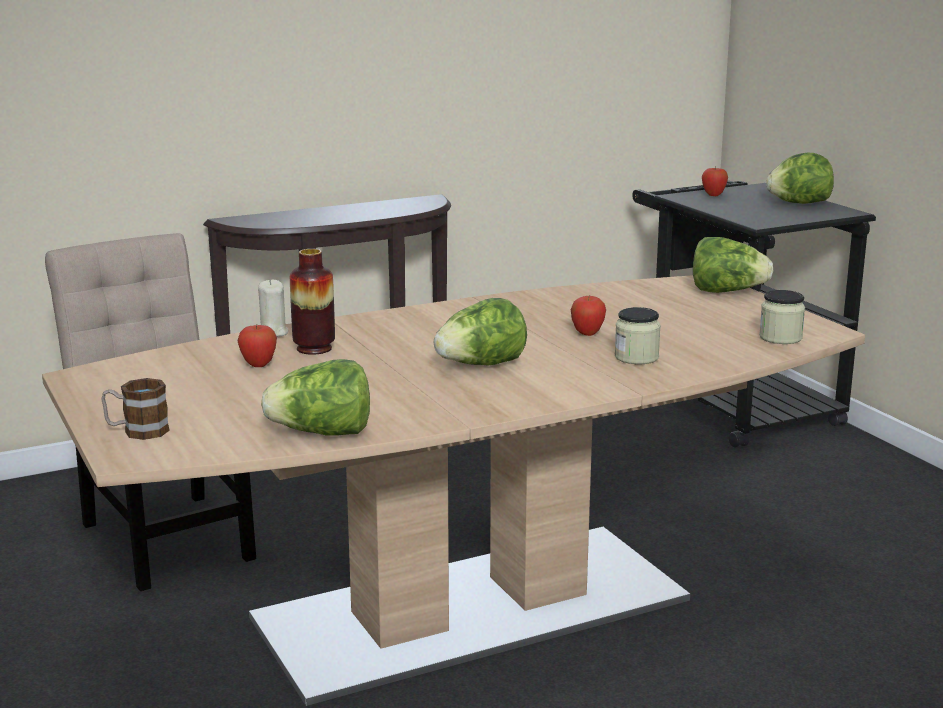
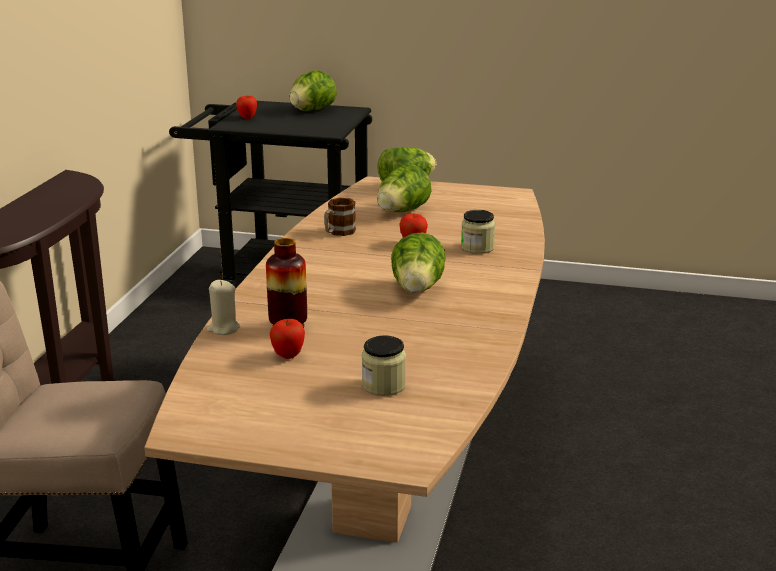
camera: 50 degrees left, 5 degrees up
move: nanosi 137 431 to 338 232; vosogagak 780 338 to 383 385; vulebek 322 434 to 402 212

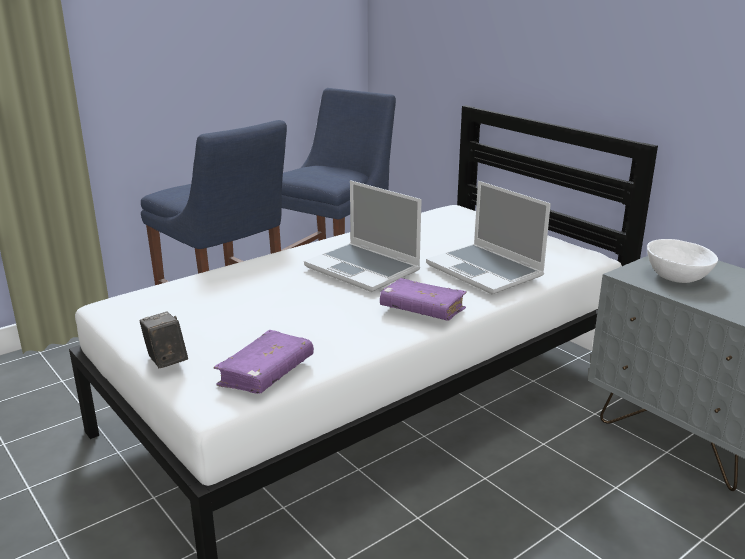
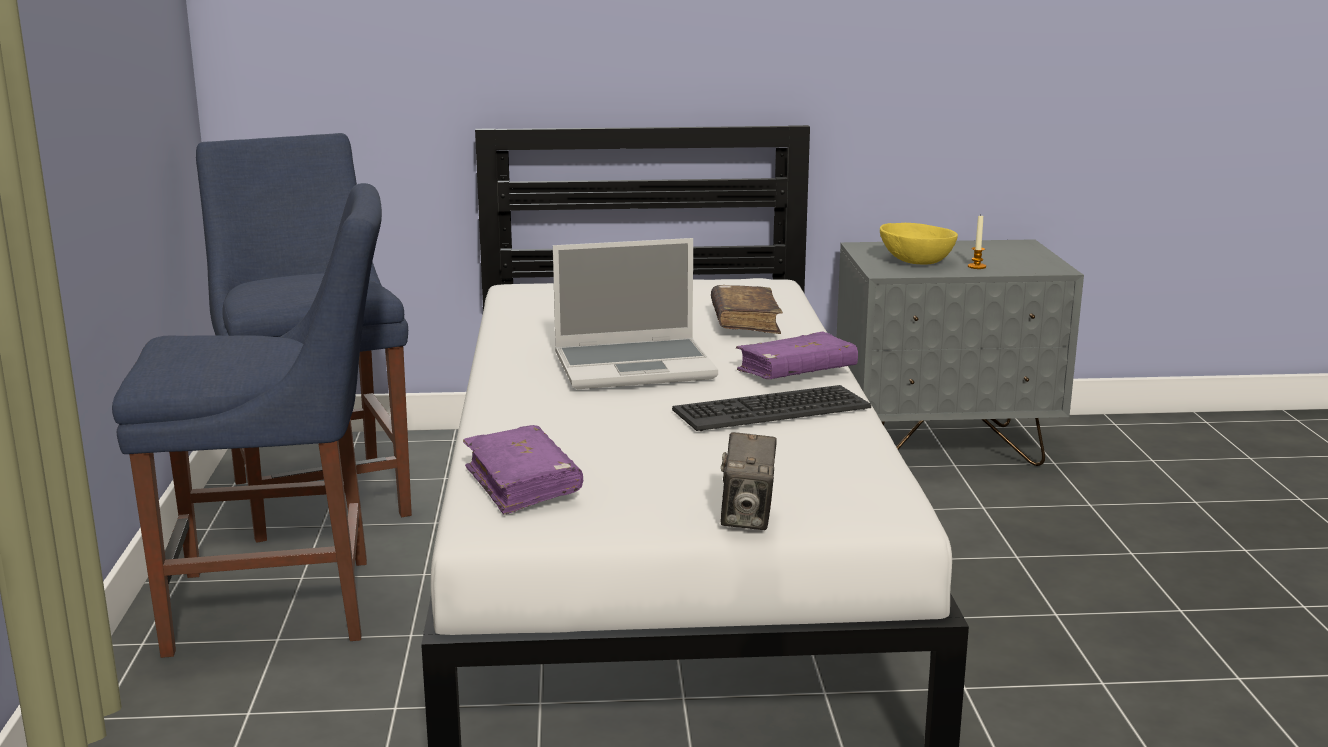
camera: 55 degrees left, 5 degrees down
insert: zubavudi 770 409; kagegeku 976 266
move: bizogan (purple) 266 373 to 522 484
replace: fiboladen 486 271 to bizogan (brown) 745 322
recolor: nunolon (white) 676 277 to nunolon (yellow) 916 261
rotate: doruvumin 166 361 = 747 517 90 degrees counterclockwise

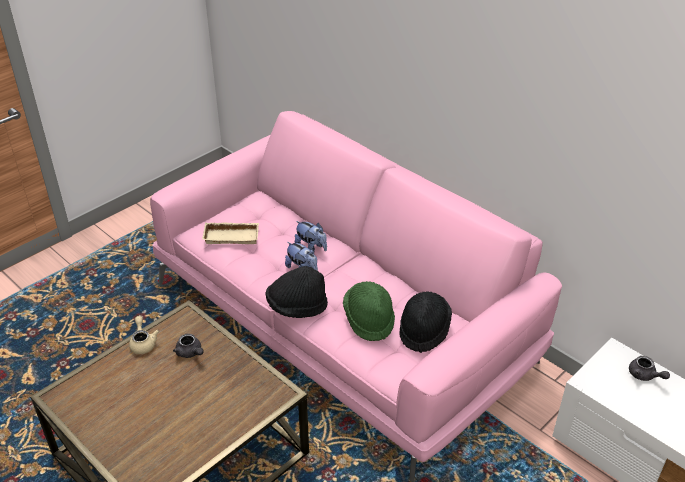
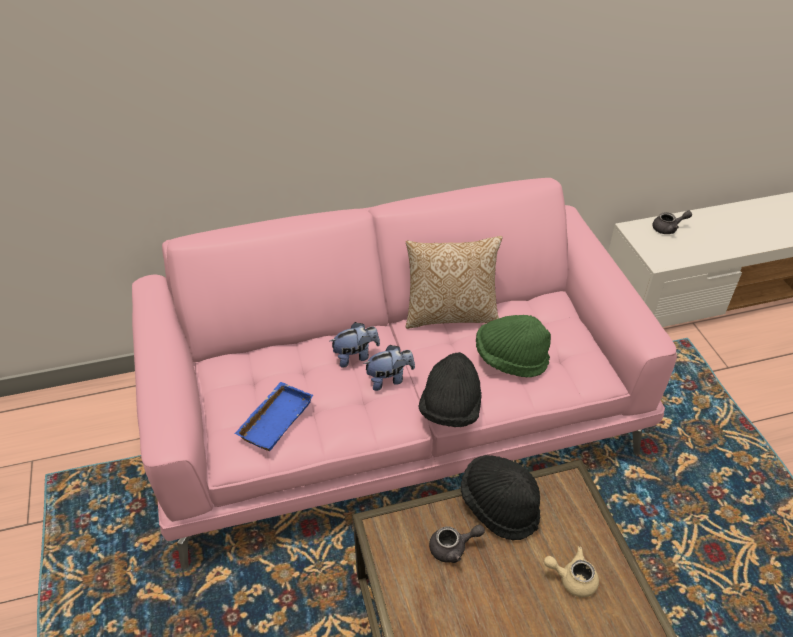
camera: 60 degrees left, 5 degrees up
insert: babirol 450 315
move: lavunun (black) 424 330 to 499 506; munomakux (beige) 143 343 to 572 578
recolor: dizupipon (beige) 232 235 to dizupipon (blue) 274 419

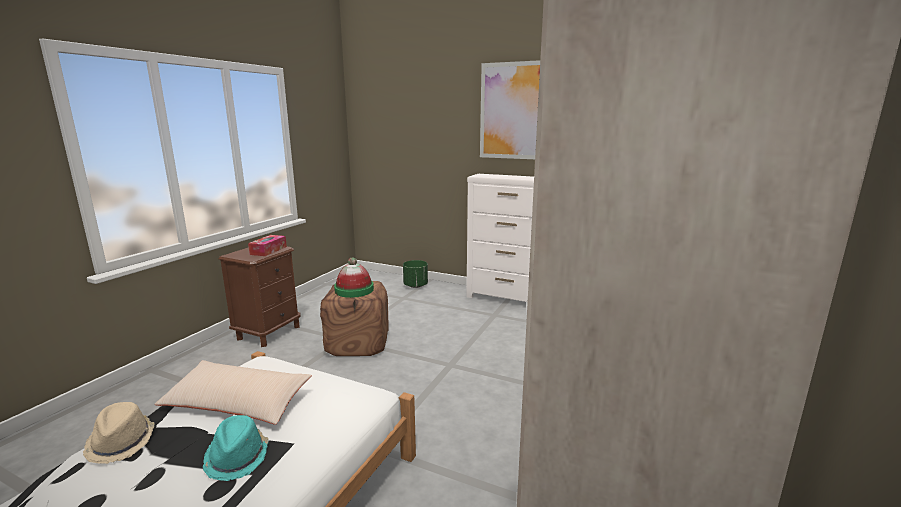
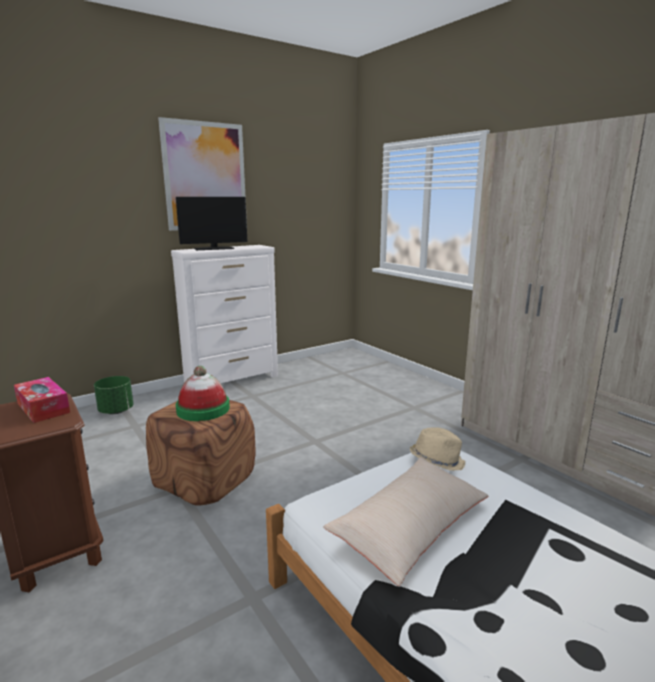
camera: 60 degrees left, 0 degrees up
delete: lavunun (turquoise) 238 457
insert: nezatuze 214 248
move: lavunun (beige) 122 442 to 436 460

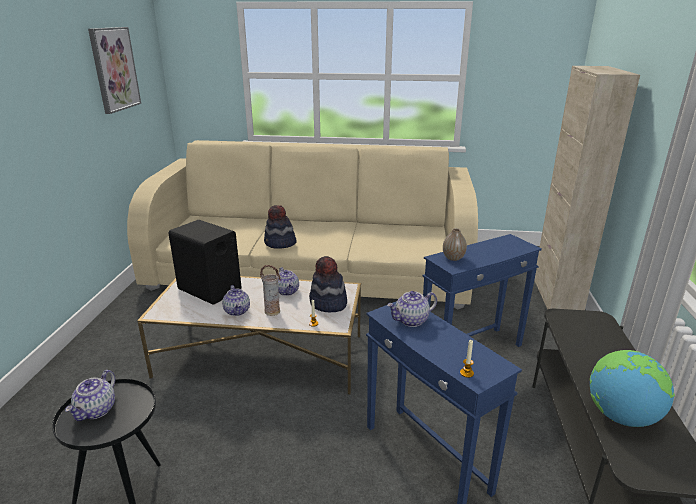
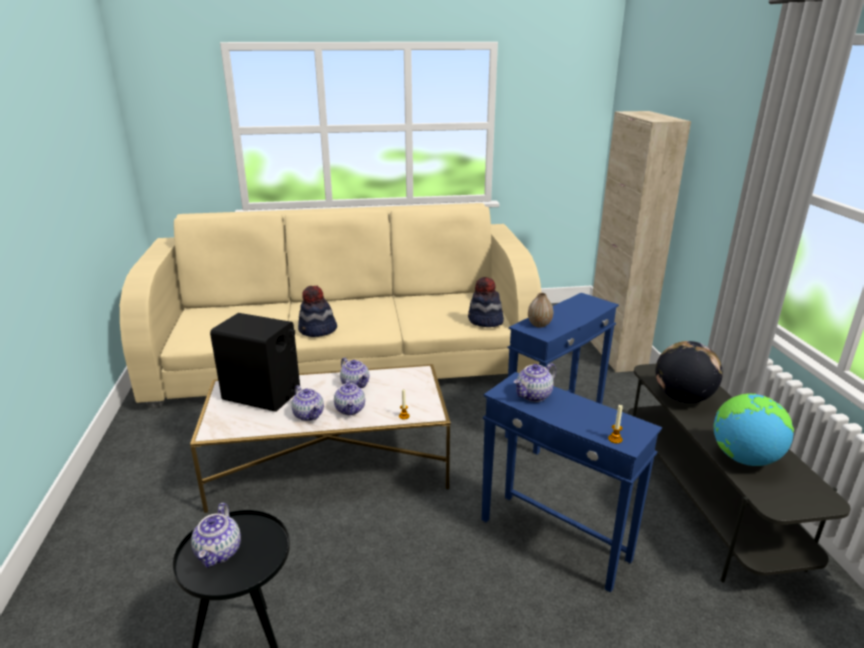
camera: 15 degrees left, 0 degrees up
delete: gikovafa 114 69
insert: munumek 682 398
move: lavunun 328 303 to 485 321
replace: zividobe 272 311 to munomakux 350 409

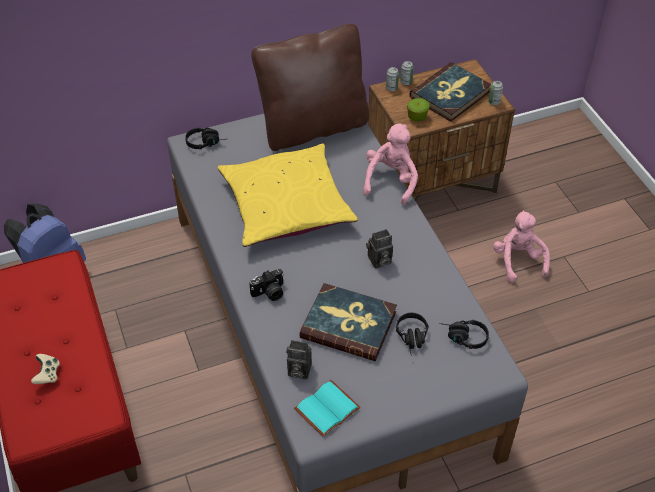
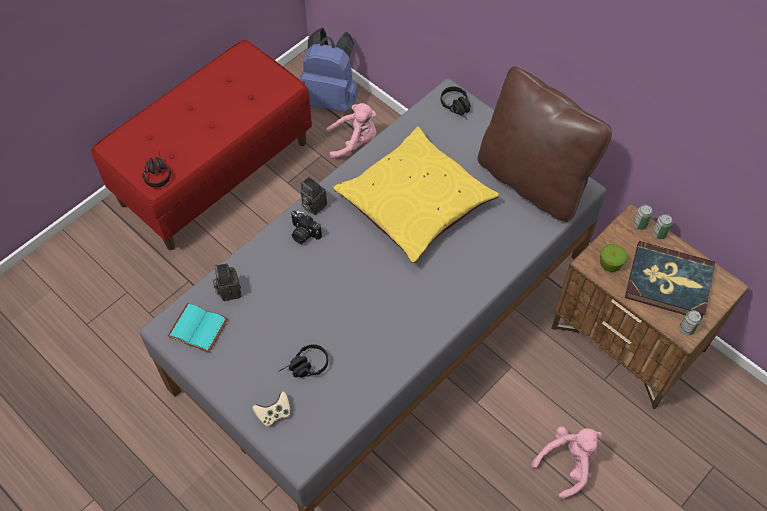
camera: 65 degrees right, 10 degrees up
delete: bizogan 348 324
move: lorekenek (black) 462 337 to 157 172; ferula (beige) 47 375 to 274 413; doruvumin 379 261 to 312 205; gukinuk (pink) 391 181 to 354 142

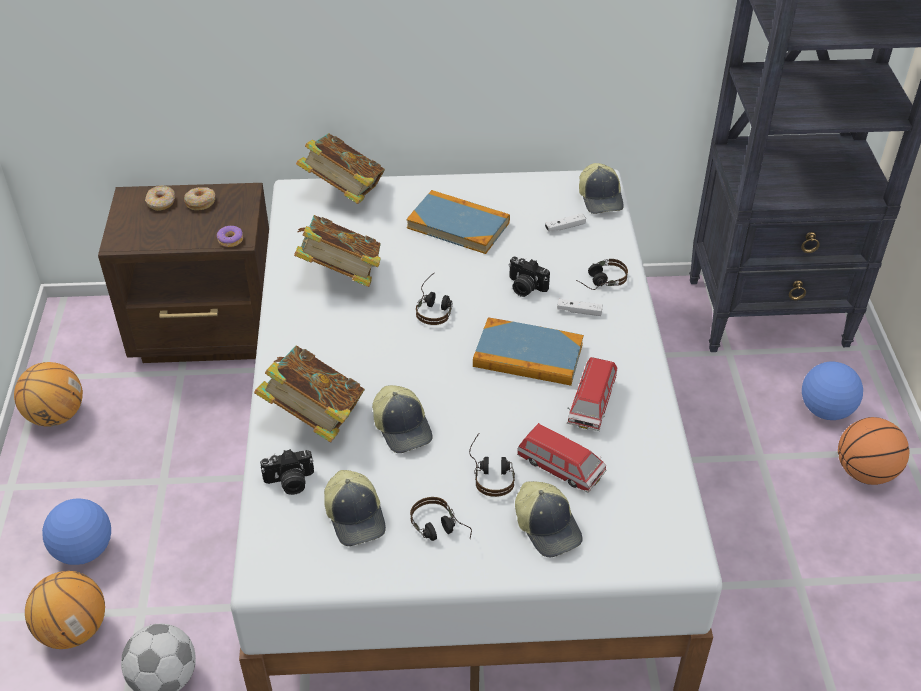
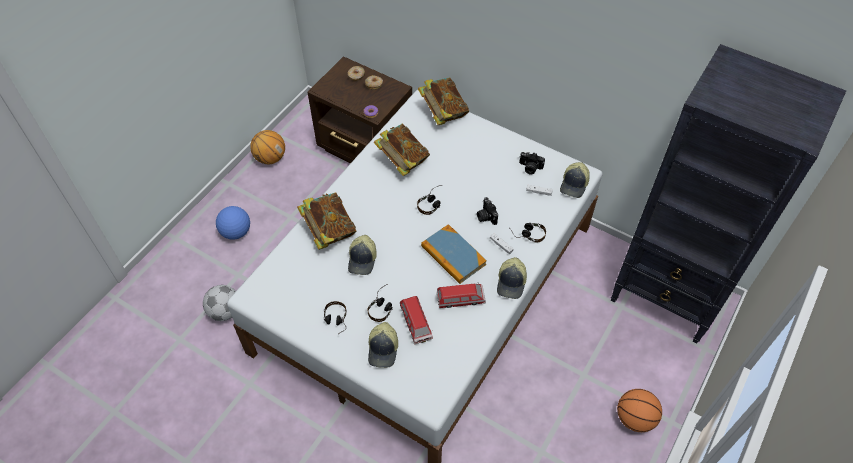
camera: 35 degrees right, 10 degrees up
delete: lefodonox 73 630; bizogan 458 225; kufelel 825 410
move: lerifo 356 516 to 511 282; doruvumin 290 482 to 530 168
rotate: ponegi 591 404 = 460 299 150 degrees counterclockwise

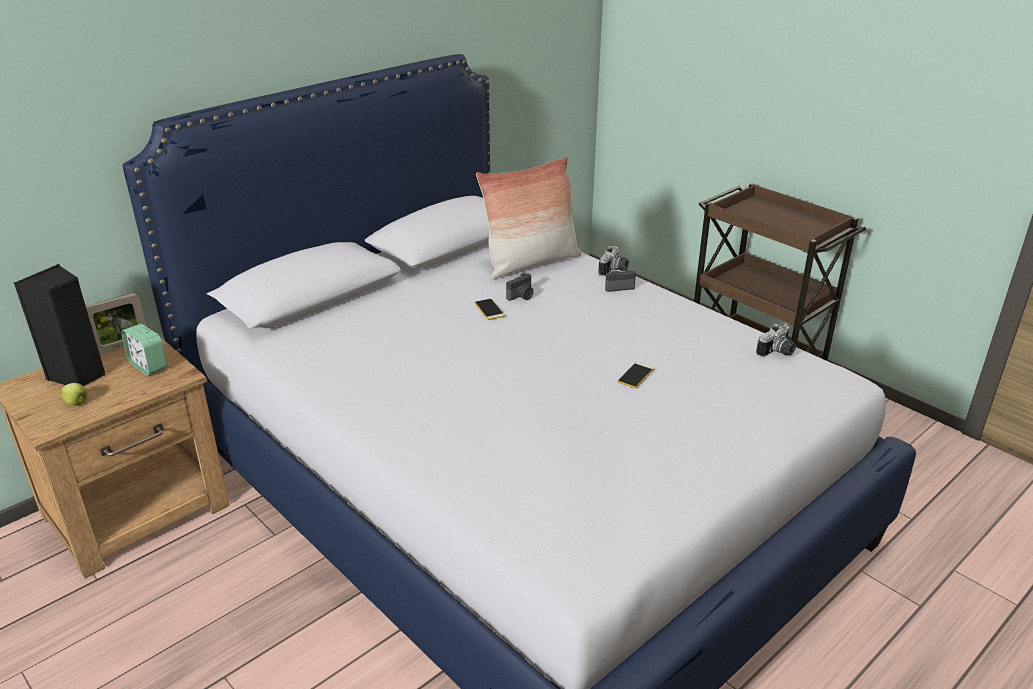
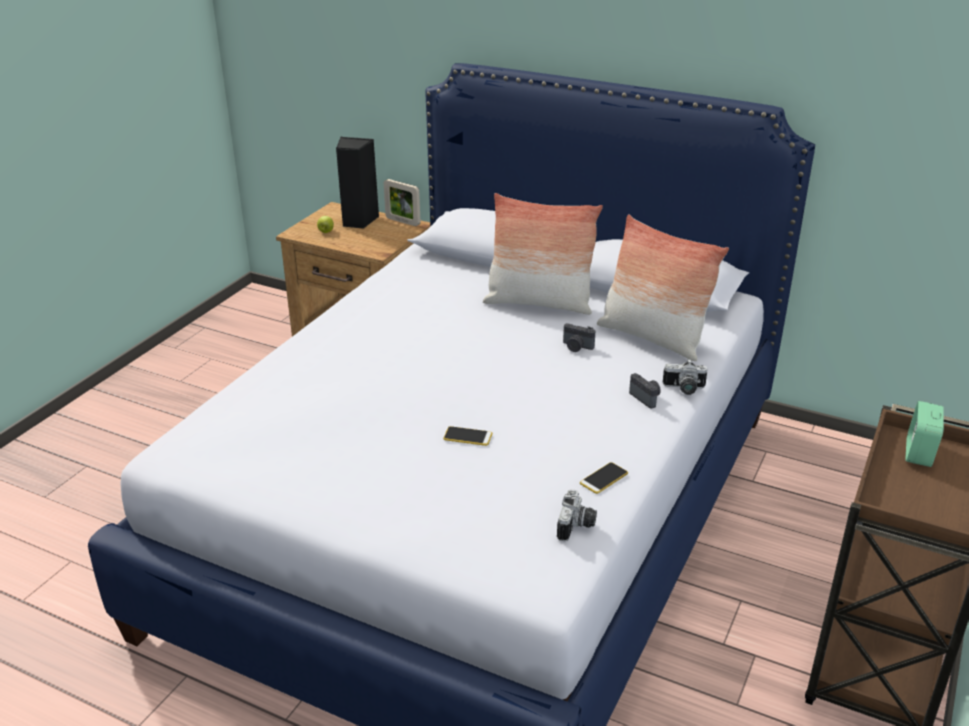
camera: 70 degrees right, 0 degrees up
insert: babirol 539 303
move: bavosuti 489 310 to 604 478; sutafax 148 366 to 919 453
rotate: doruvumin 777 352 = 577 526 105 degrees counterclockwise

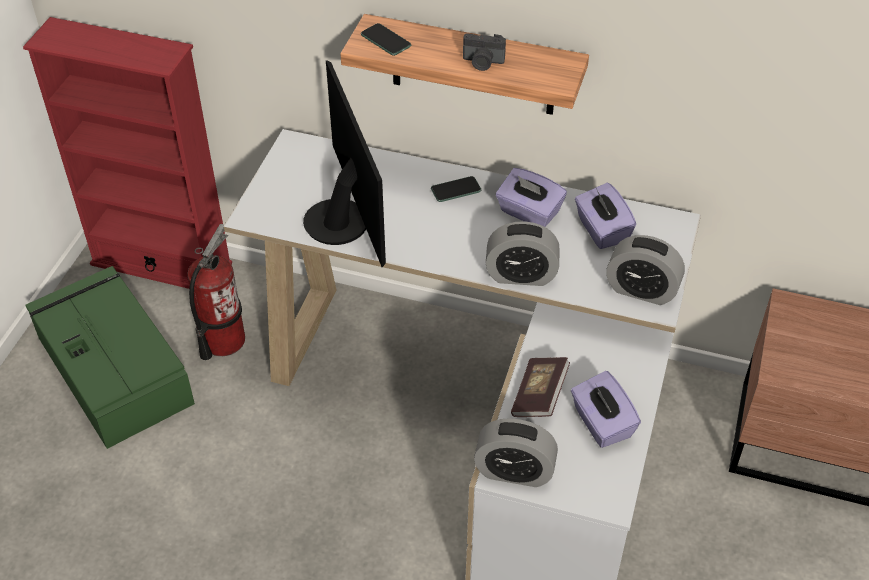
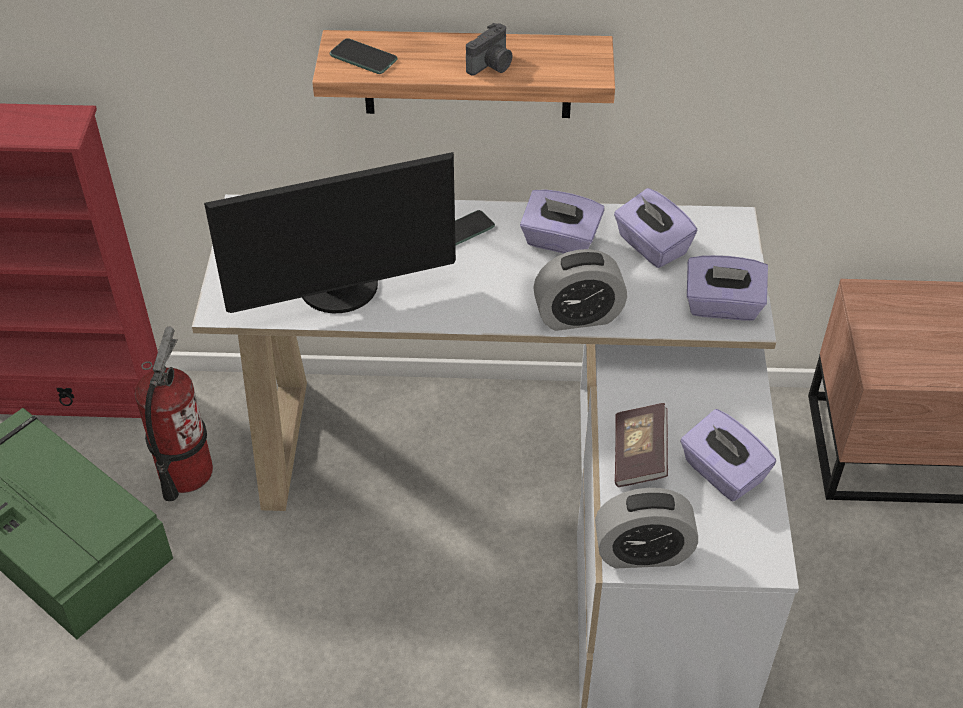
camera: 15 degrees left, 0 degrees up
replace: sutafax 641 290 to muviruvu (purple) 722 306
rotate: nezatuze 343 220 = 341 291 105 degrees clockwise; doruvumin 482 63 = 491 65 45 degrees counterclockwise

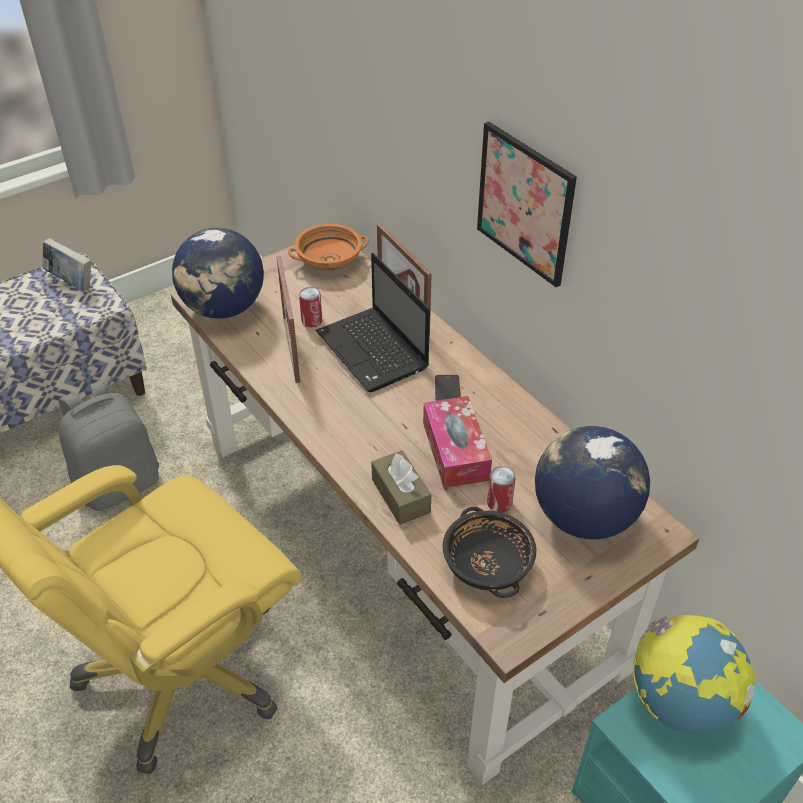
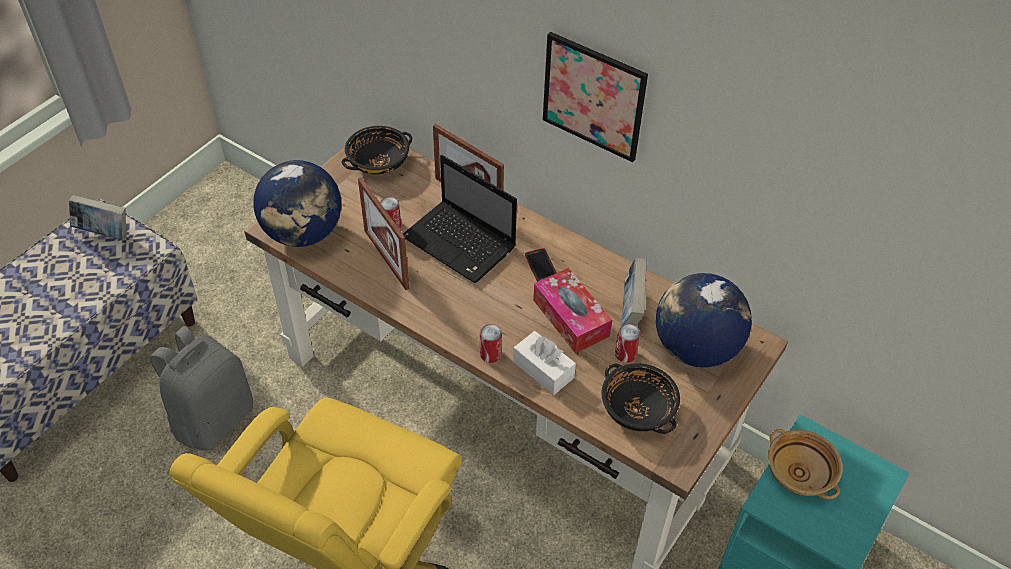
camera: 20 degrees left, 5 degrees up
insert: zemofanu 490 354; bizogan 631 311
replace: munumek 680 702 to nunolon (beige) 800 473
recolor: nunolon (orange) 329 260 to nunolon (black) 378 161; muviruvu (brown) 400 496 to muviruvu (white) 543 369

